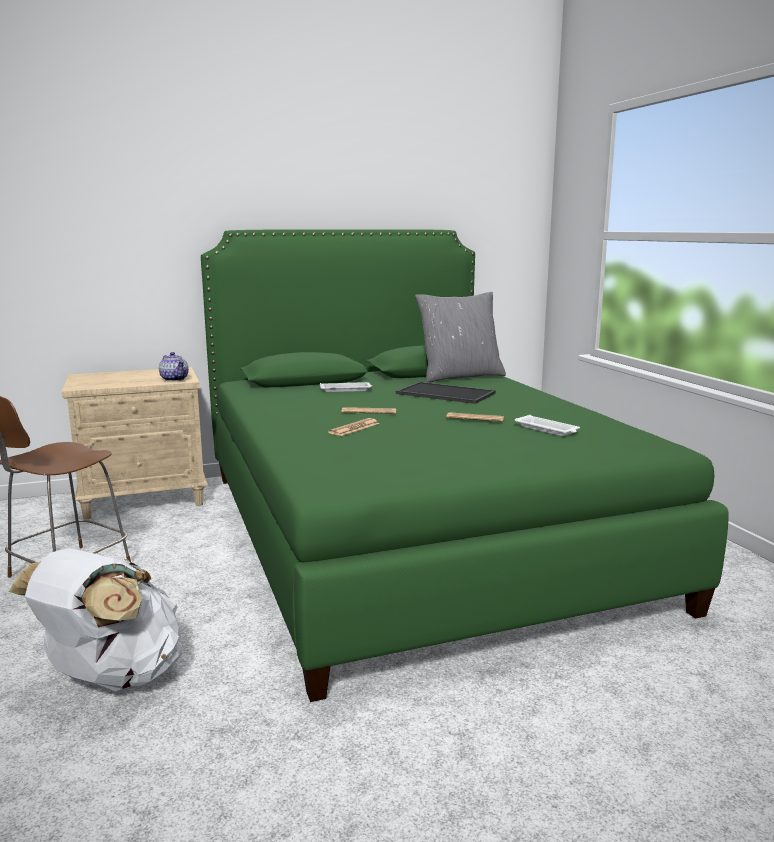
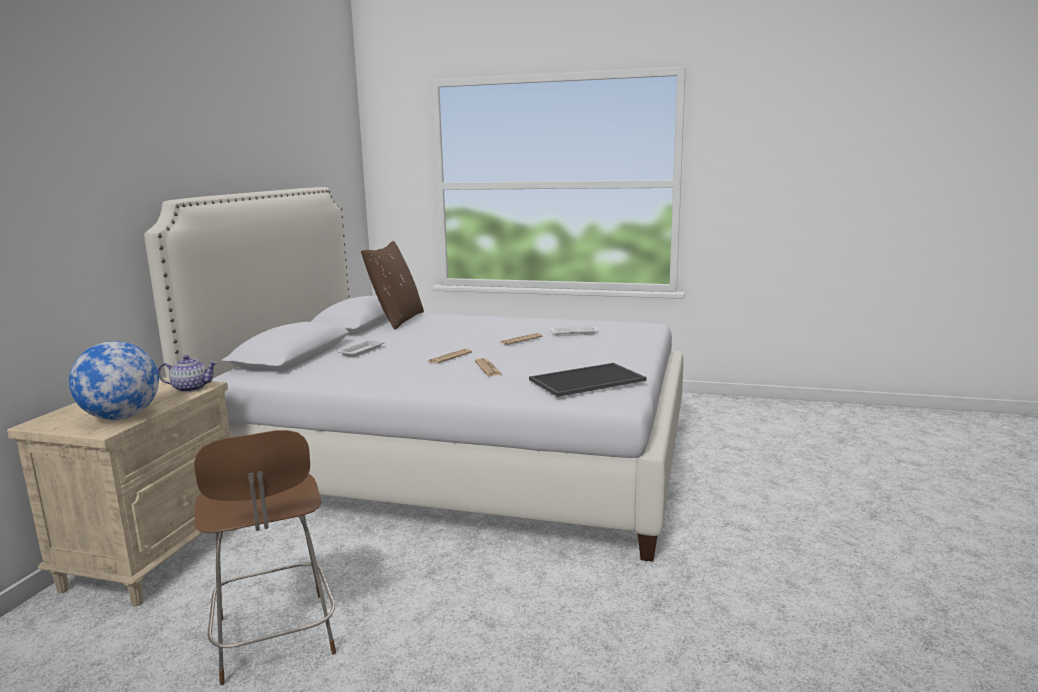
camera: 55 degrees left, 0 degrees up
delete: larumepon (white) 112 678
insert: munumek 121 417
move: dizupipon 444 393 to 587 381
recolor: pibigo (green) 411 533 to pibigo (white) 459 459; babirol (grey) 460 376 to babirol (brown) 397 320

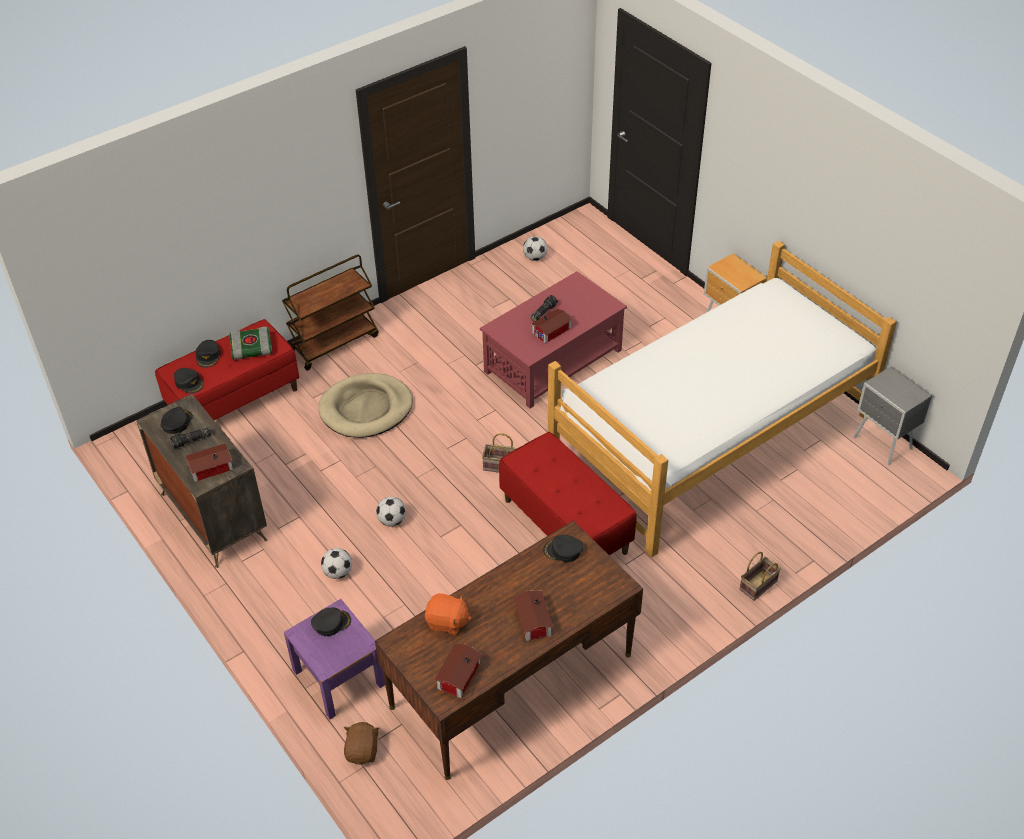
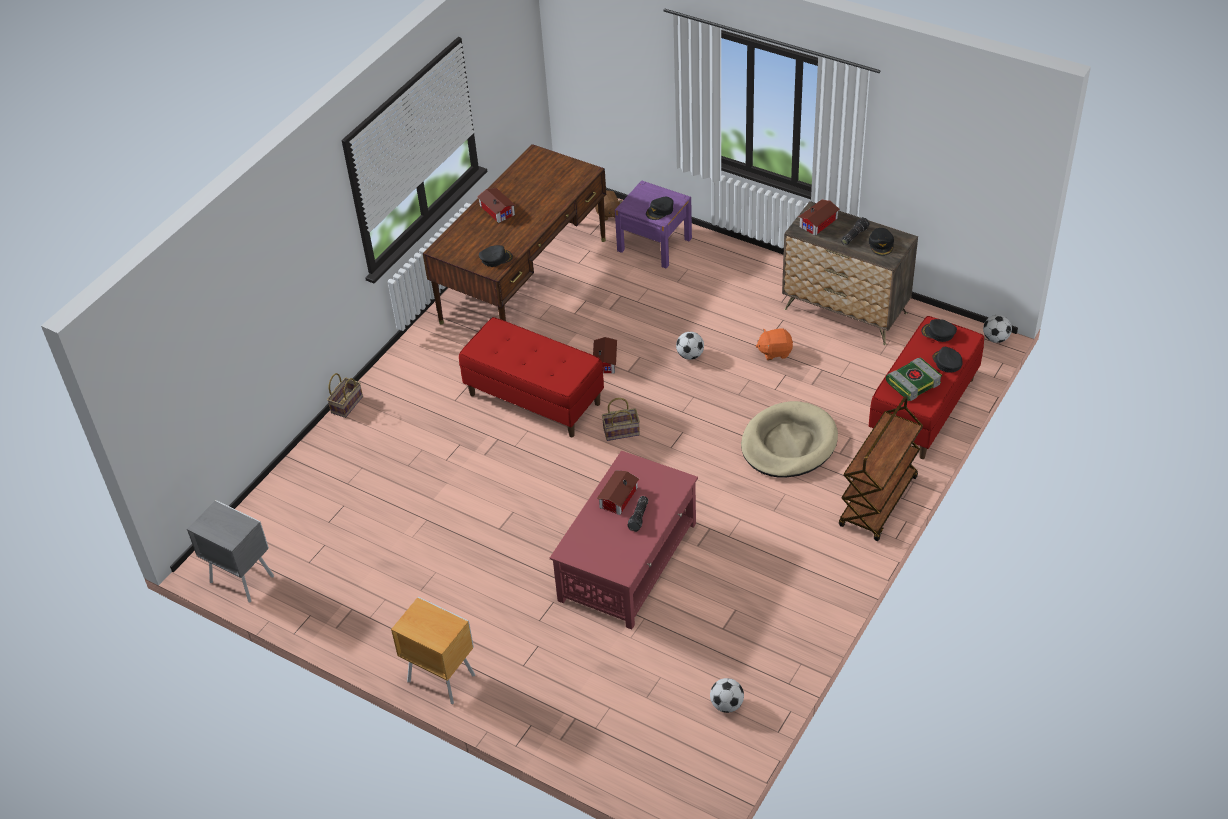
camera: 160 degrees right, 0 degrees up
delete: pibigo 712 438
move: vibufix 457 676 to 606 360; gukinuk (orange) 447 622 to 775 351; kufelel 338 572 to 995 338

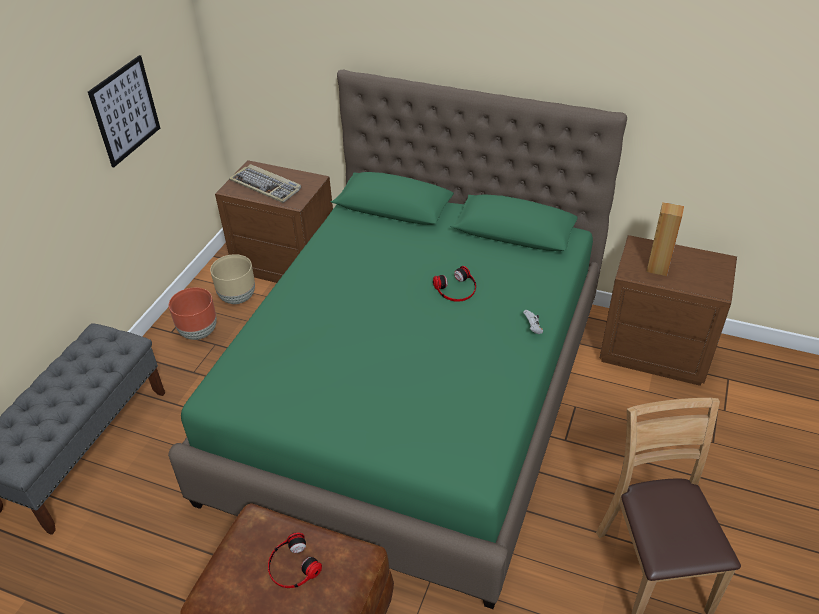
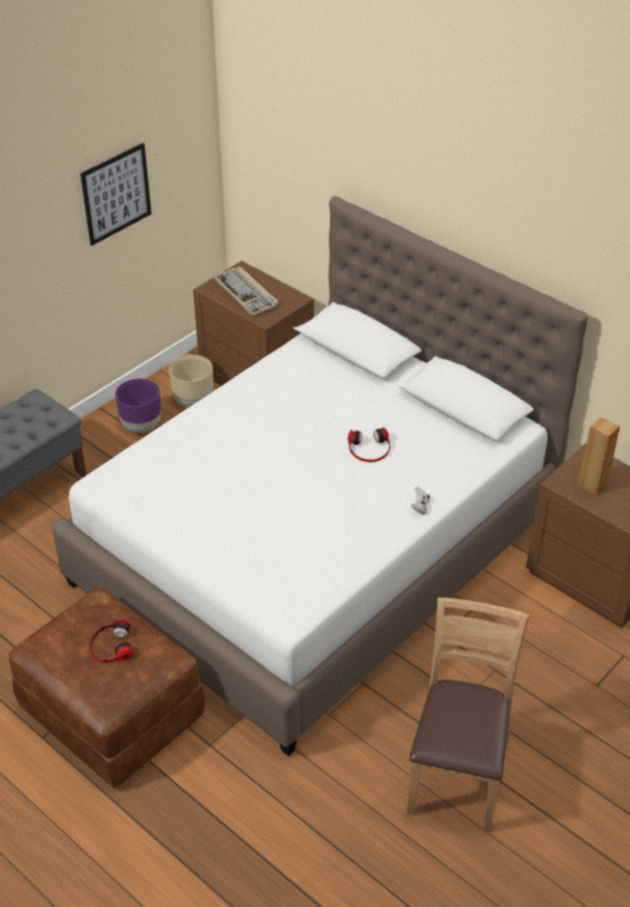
camera: 20 degrees right, 0 degrees up
recolor: pibigo (green) 413 396 to pibigo (white) 316 548; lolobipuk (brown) 199 332 to lolobipuk (purple) 142 426

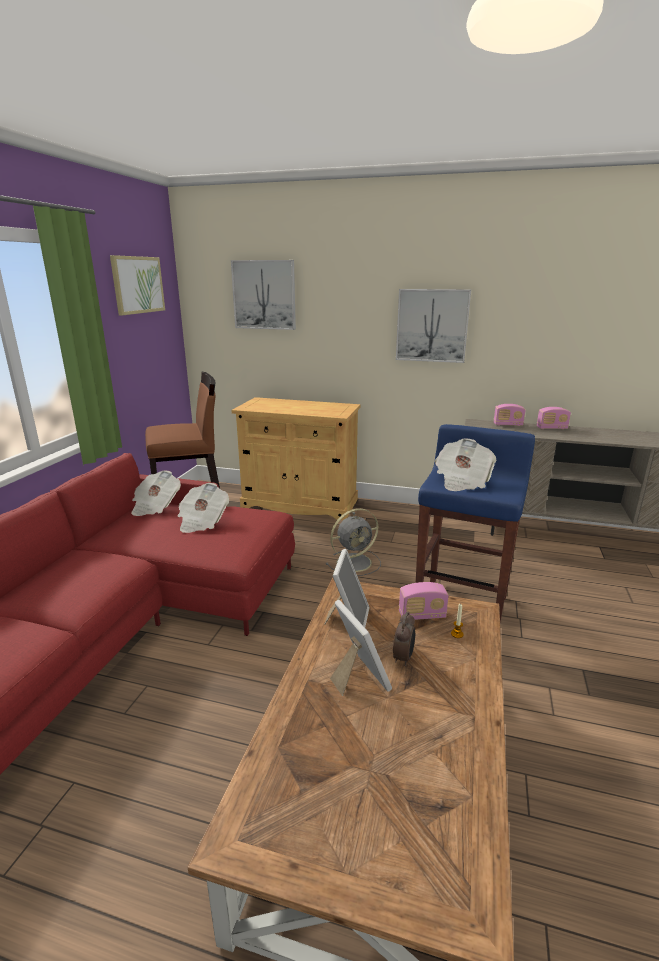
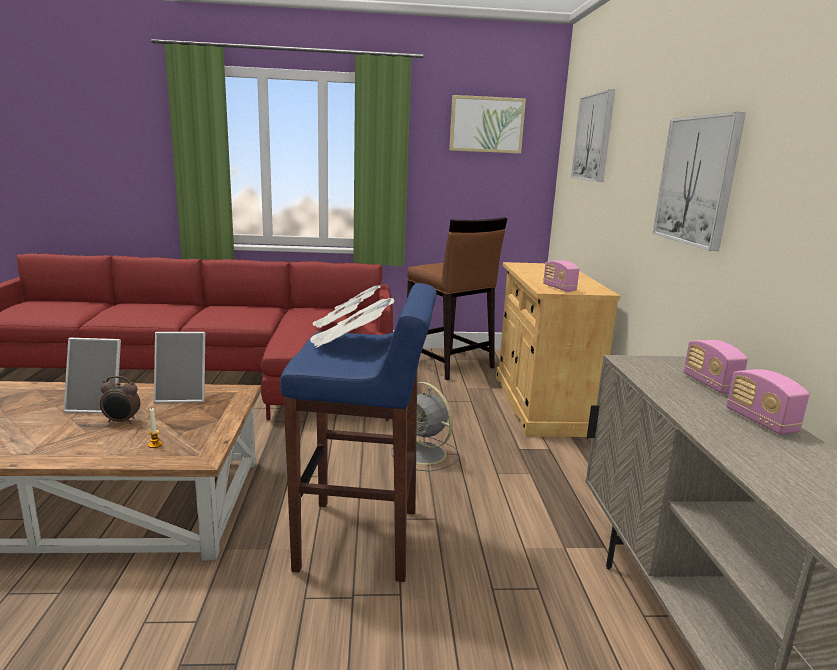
camera: 70 degrees right, 5 degrees down
move: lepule 422 615 to 559 288
rotate: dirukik 358 678 = 99 406 45 degrees clockwise

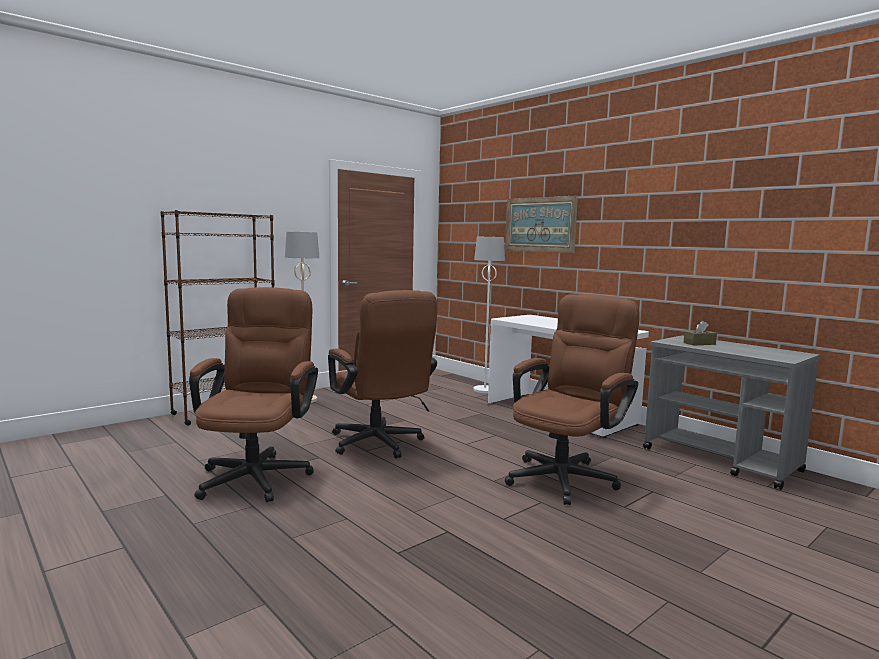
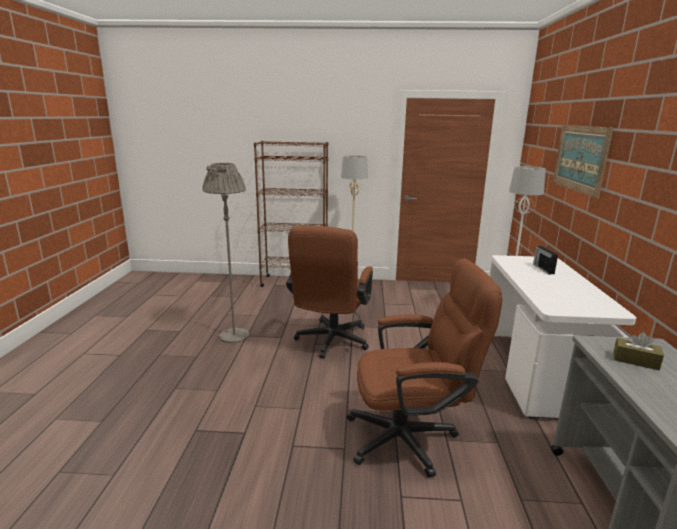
camera: 45 degrees right, 10 degrees up
insert: lepule 543 269
replace: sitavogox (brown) 258 474 to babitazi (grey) 234 336

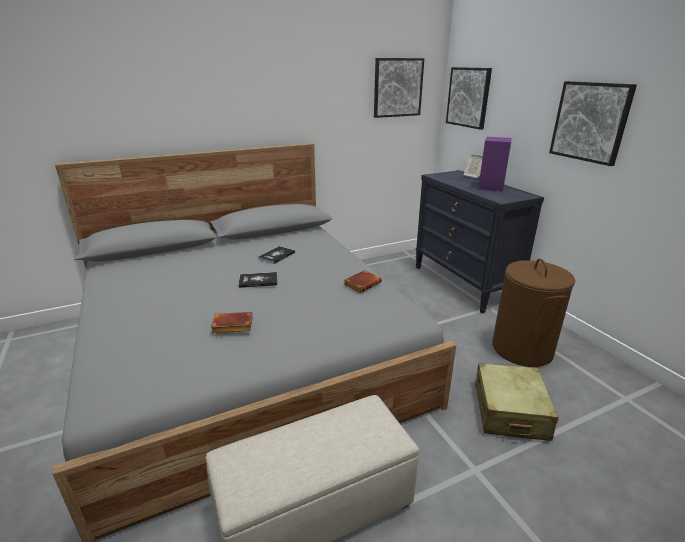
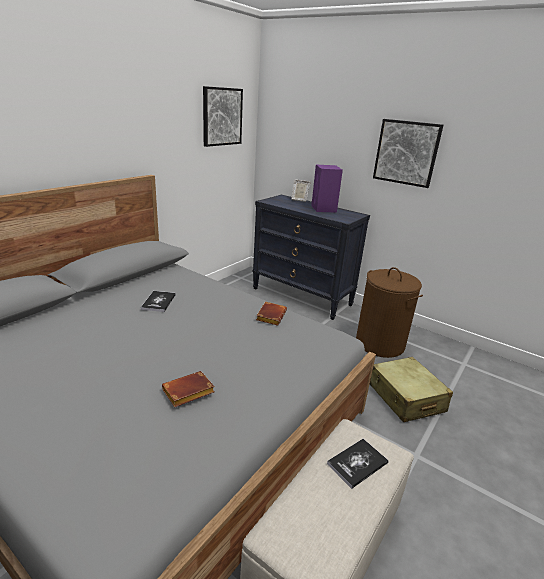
camera: 30 degrees left, 0 degrees up
delete: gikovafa 468 97
move: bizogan 258 281 to 357 463

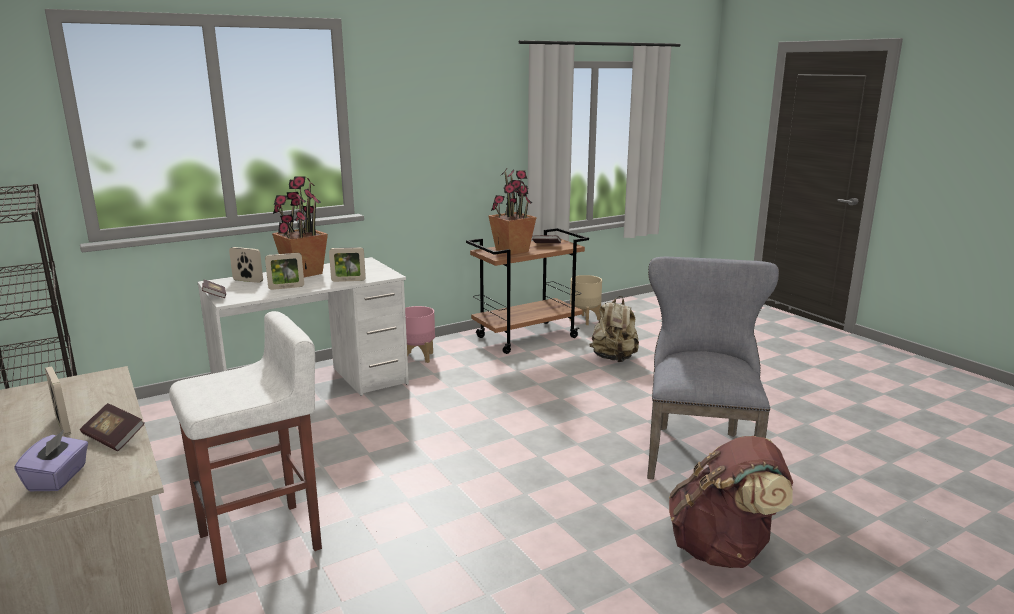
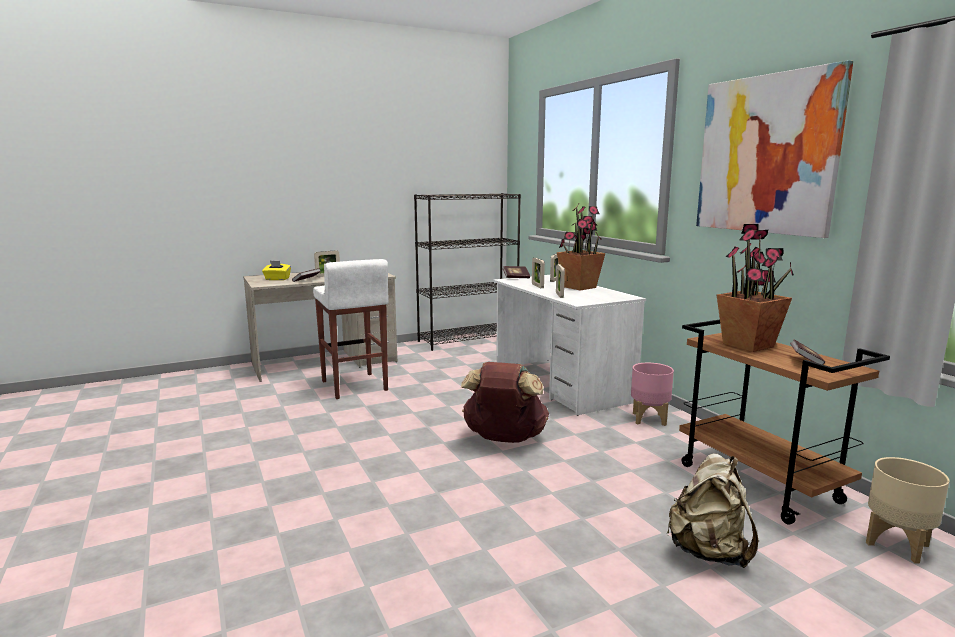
camera: 95 degrees right, 5 degrees down
delete: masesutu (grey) 698 450
insert: gikovafa 766 155
move: larumepon (brown) 723 549 to 504 439
recolor: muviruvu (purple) 58 478 to muviruvu (yellow) 277 279

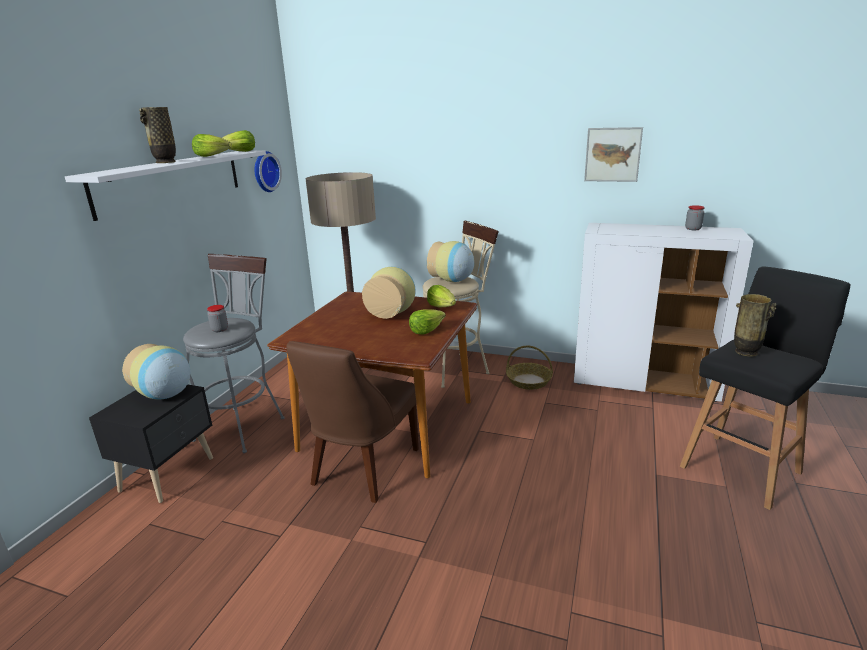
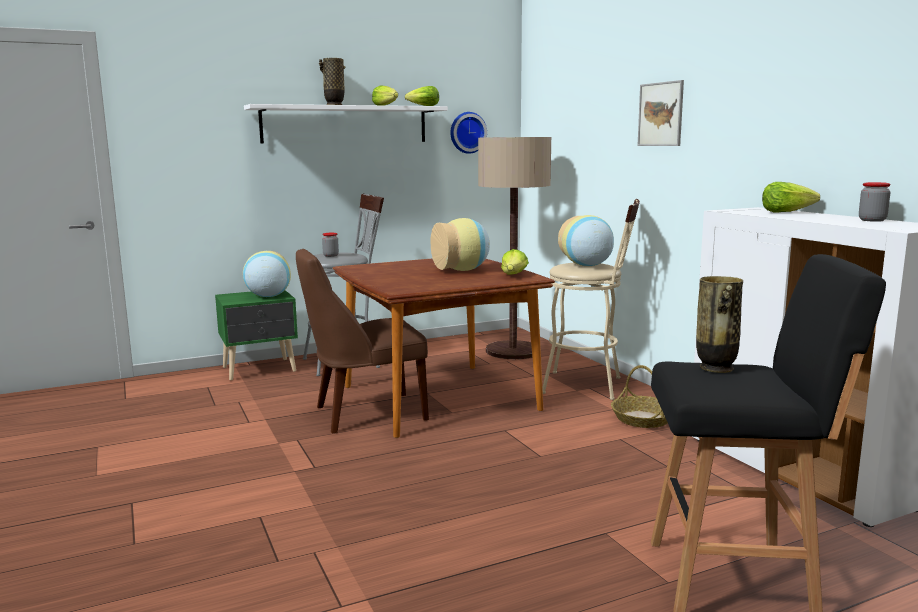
camera: 45 degrees right, 10 degrees down
move: gikovafa 612 154 to 660 114; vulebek 426 330 to 786 212
recolor: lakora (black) 170 474 to lakora (green) 260 369

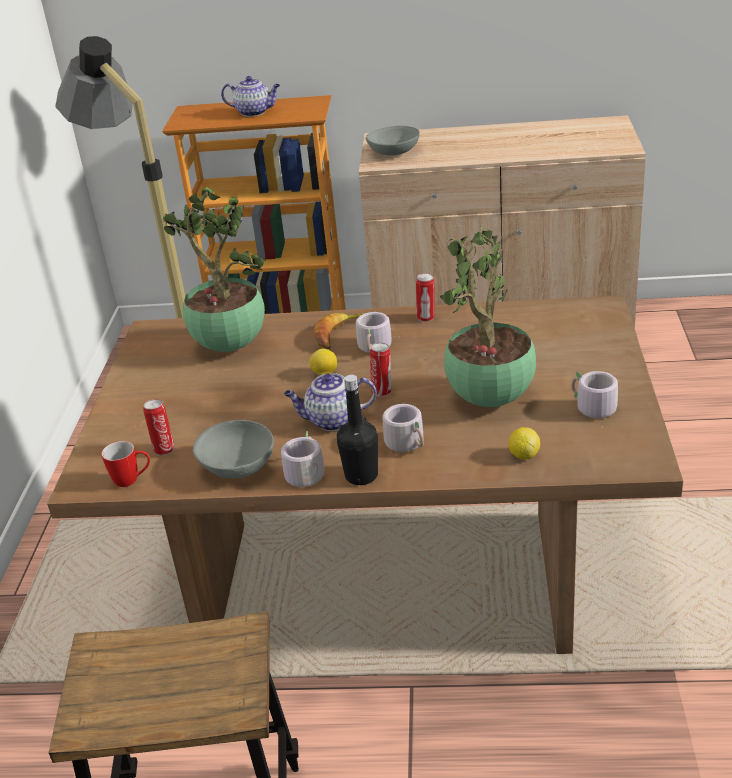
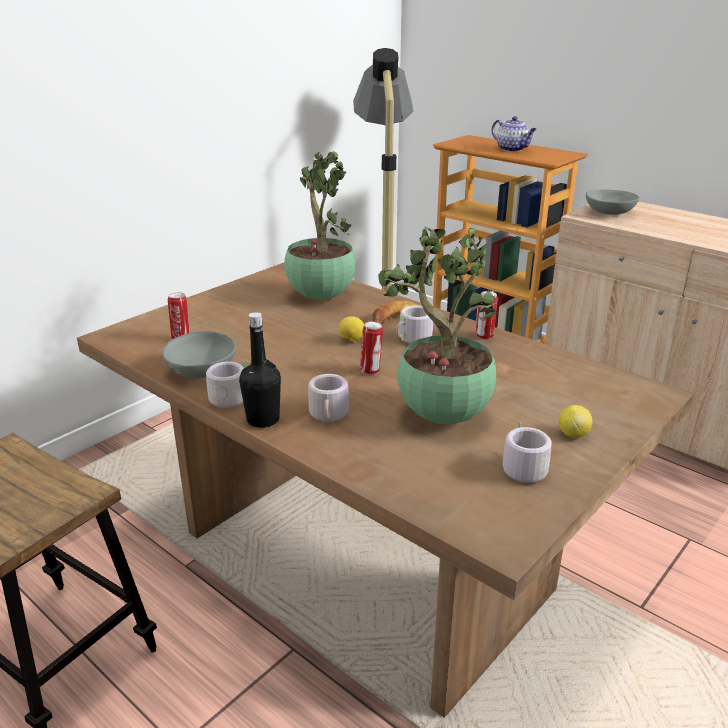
camera: 35 degrees right, 5 degrees down
delete: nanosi 132 480; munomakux 332 420
move: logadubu 524 455 to 573 434

